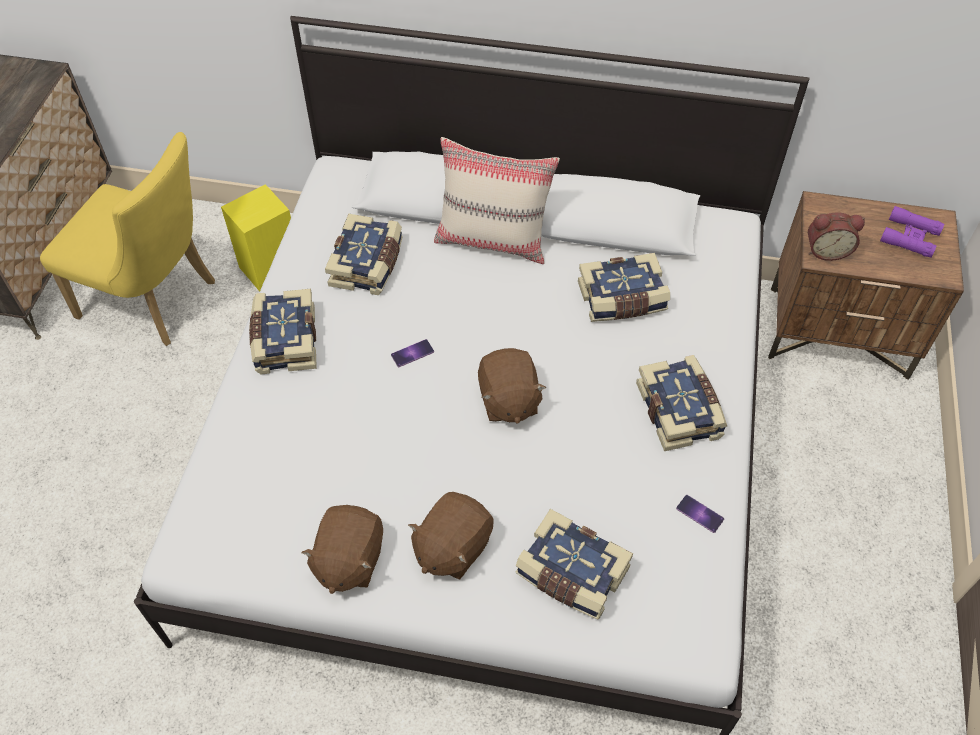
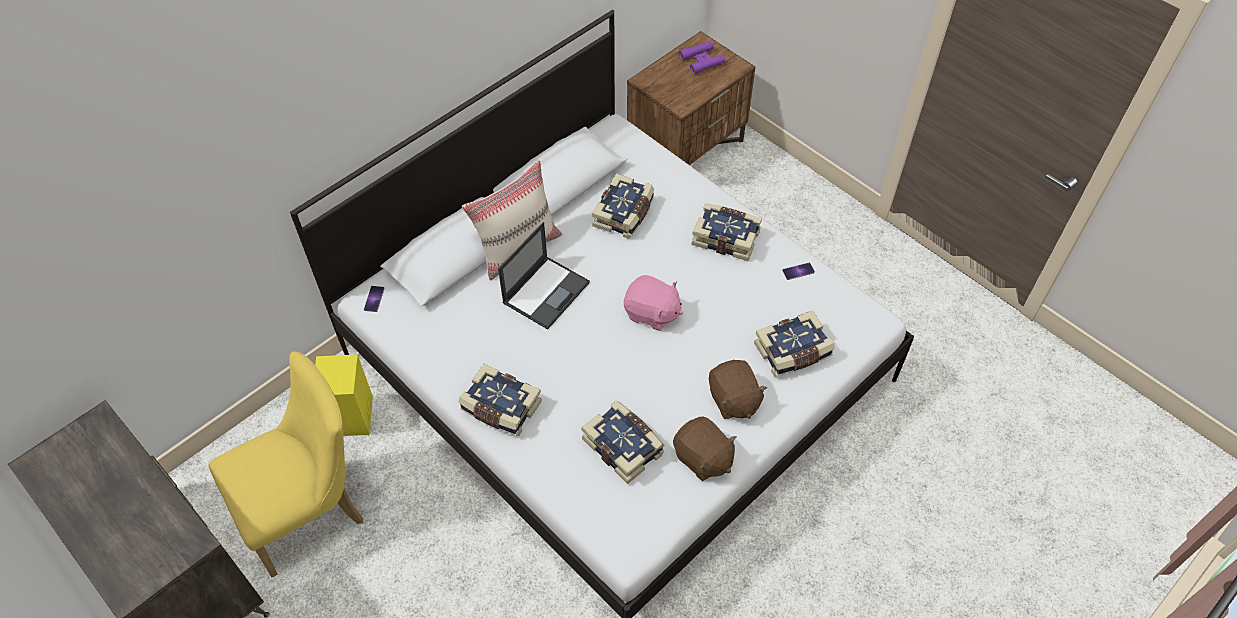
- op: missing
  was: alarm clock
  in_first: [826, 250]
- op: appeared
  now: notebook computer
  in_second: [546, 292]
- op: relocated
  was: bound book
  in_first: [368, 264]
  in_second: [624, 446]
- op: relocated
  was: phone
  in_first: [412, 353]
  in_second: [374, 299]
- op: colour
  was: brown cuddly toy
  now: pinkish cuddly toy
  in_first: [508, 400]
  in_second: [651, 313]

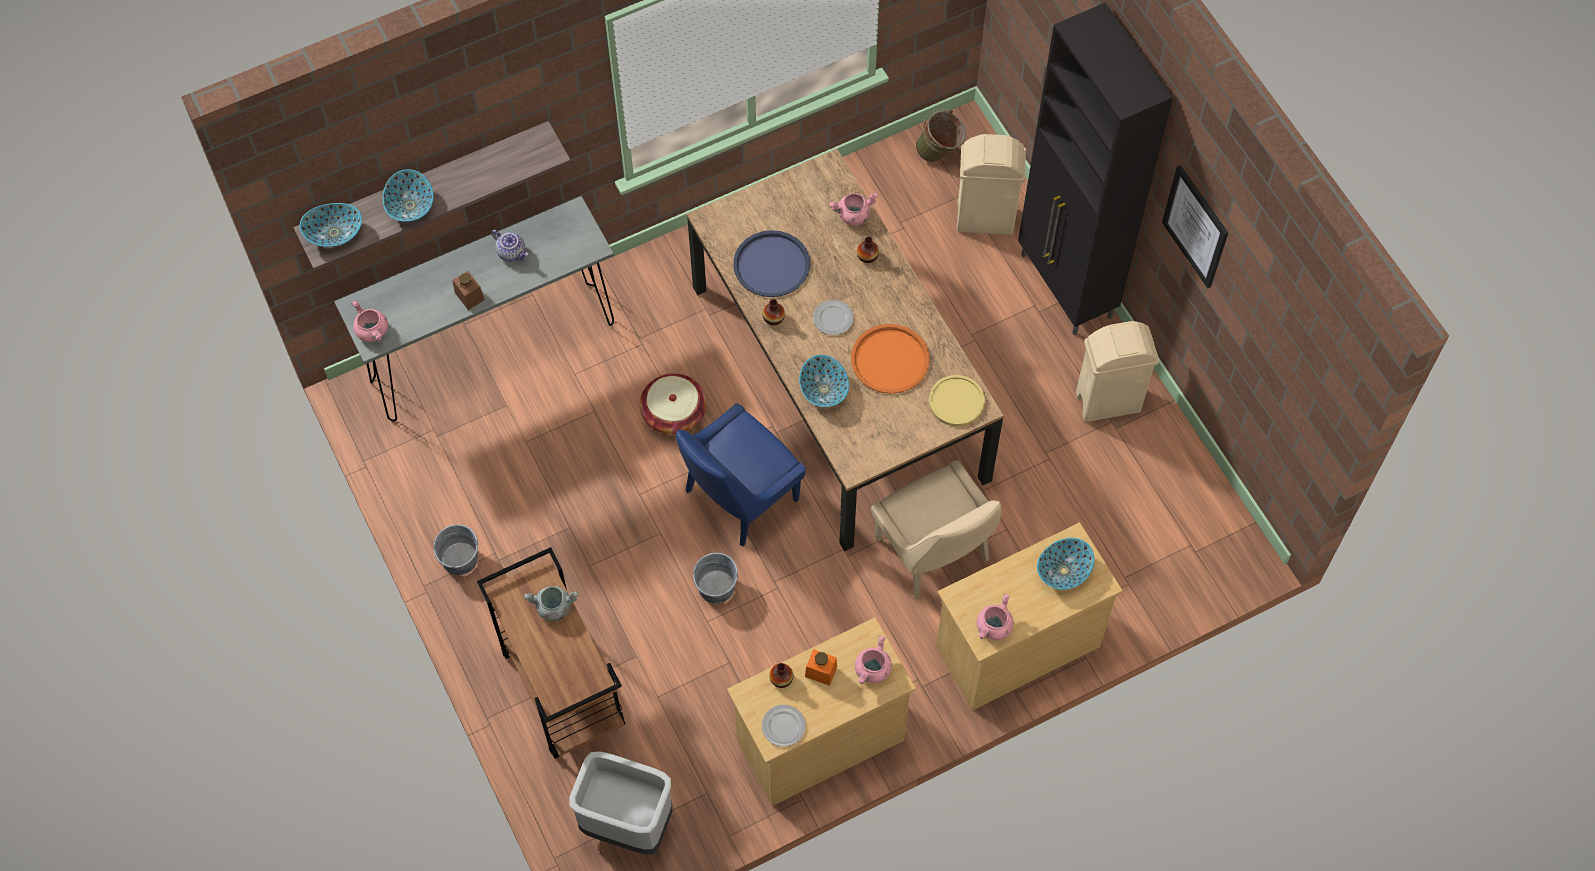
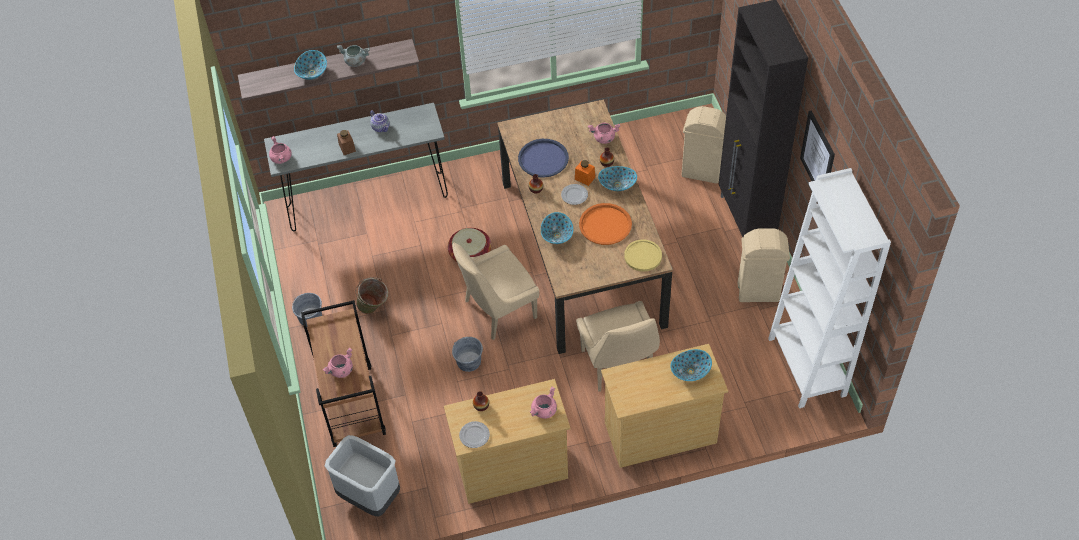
- op: appeared
  now: white-coloured bookcase
  in_second: [806, 367]
- op: relocated
  was: bowl
  in_first: [334, 233]
  in_second: [617, 185]
- op: relocated
  was: greyish saucepot
  in_first: [553, 608]
  in_second: [355, 62]
- op: relocated
  was: orangey preserve jar
  in_first: [821, 672]
  in_second: [585, 178]
- op: relocated
  was: green-coloured water bucket
  in_first: [939, 154]
  in_second: [374, 309]
- op: relocated
  was: pinkish saucepot
  in_first: [994, 627]
  in_second: [341, 370]
- op: colour
  was: blue upright chair
  now: sand-coloured upright chair
  in_first: [738, 498]
  in_second: [497, 310]

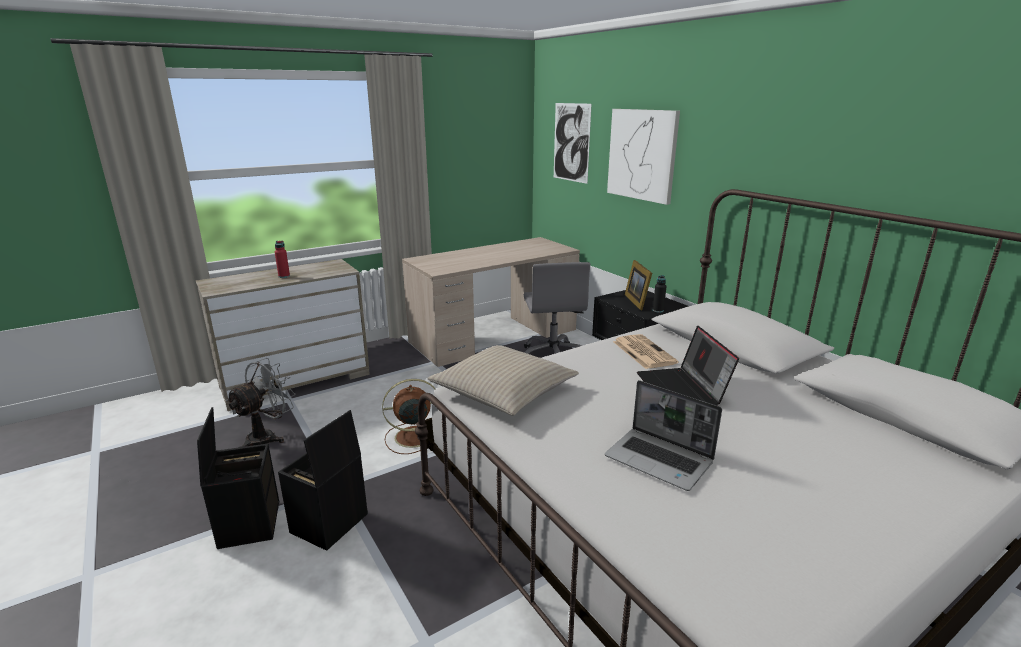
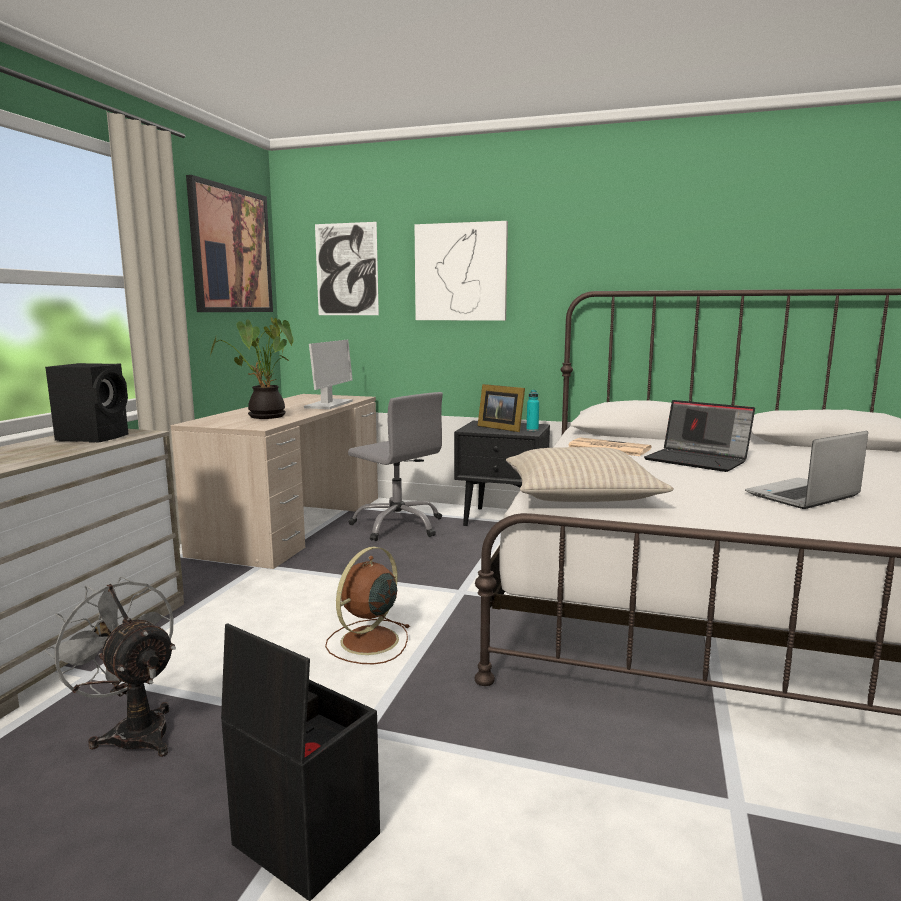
- op: missing
  was: reddish bottle
  in_first: [284, 276]
- op: missing
  was: black-coloured storage bin
  in_first: [329, 524]
- op: appeared
  now: black-coloured speaker
  in_second: [95, 437]
- op: appeared
  now: picture
  in_second: [231, 250]
- op: appeared
  now: potted plant
  in_second: [263, 416]
- op: appeared
  now: monitor
  in_second: [329, 404]
- op: colour
  was: black-coloured bottle
  now: turquoise-coloured bottle
  in_first: [658, 310]
  in_second: [532, 430]
- op: spun
  was: greyish electric fan
  in_first: [267, 437]
  in_second: [133, 730]
  clockwise: -45
- op: spun
  was: notebook computer
  in_first: [660, 460]
  in_second: [802, 496]
  clockwise: 150

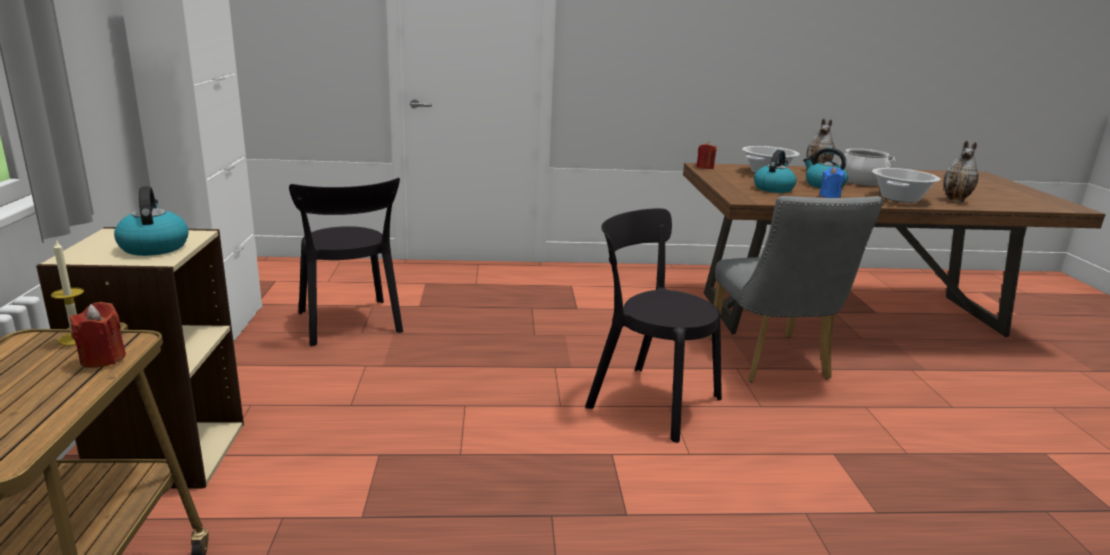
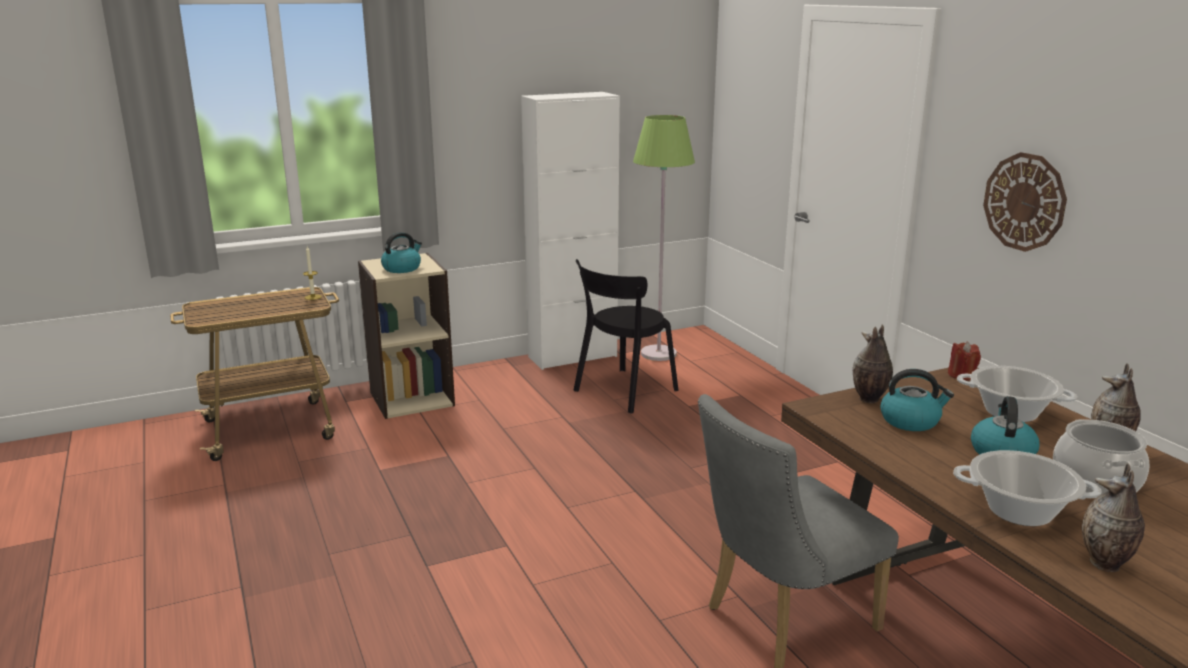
- op: missing
  was: reddish candle
  in_first: [103, 359]
- op: missing
  was: black-coloured upright chair
  in_first: [648, 400]
- op: missing
  was: blue candle
  in_first: [829, 196]
- op: appeared
  now: green-coloured floor lamp
  in_second: [658, 354]
- op: appeared
  now: decorative vase
  in_second: [869, 399]
- op: appeared
  now: hanging clock
  in_second: [1024, 202]

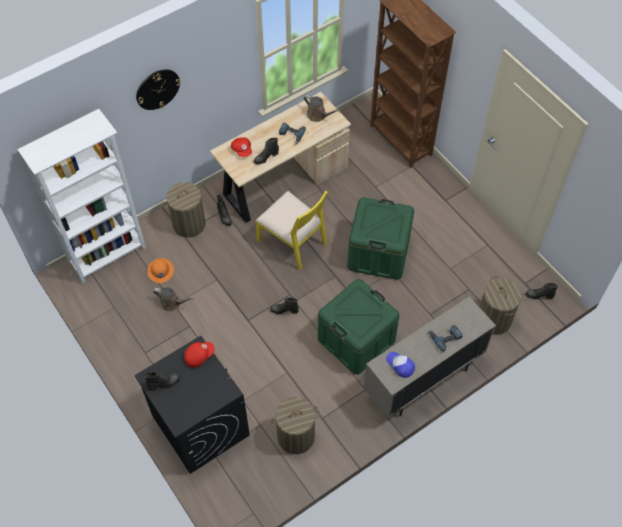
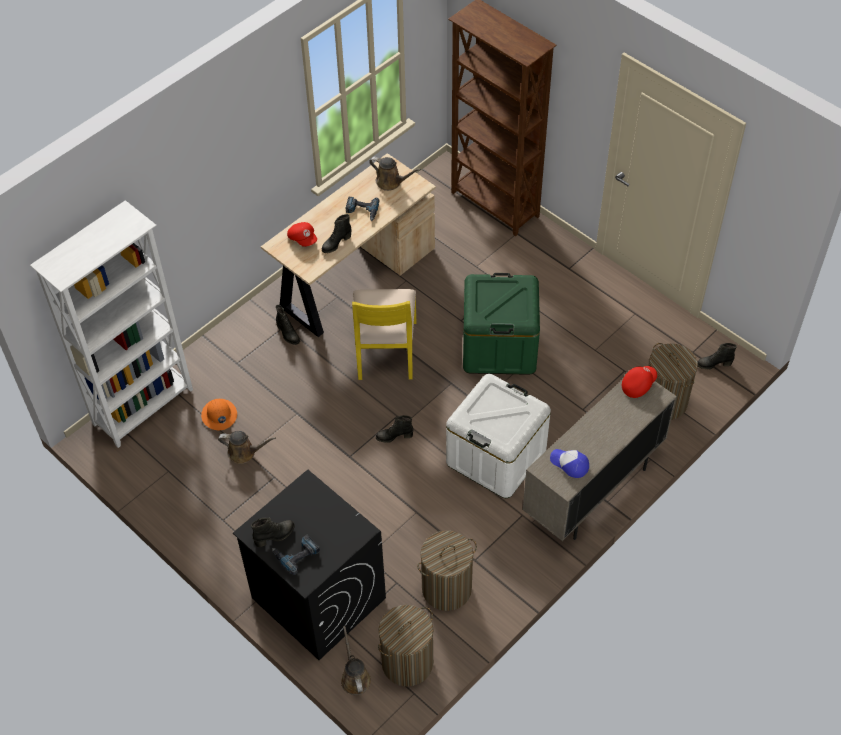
- op: missing
  was: hanging clock
  in_first: [157, 89]
- op: appeared
  now: brown watering can
  in_second: [355, 677]
- op: relocated
  was: hamper
  in_first: [189, 224]
  in_second: [407, 662]
- op: relocated
  was: reddish baseball cap
  in_first: [199, 356]
  in_second: [638, 384]
- op: relocated
  was: power drill
  in_first: [445, 337]
  in_second: [296, 554]
- op: colour
  was: green-coloured storage bin
  now: white-coloured storage bin
  in_first: [356, 339]
  in_second: [496, 456]
- op: spun
  was: yellow upright chair
  in_first: [293, 242]
  in_second: [385, 350]
  clockwise: 60

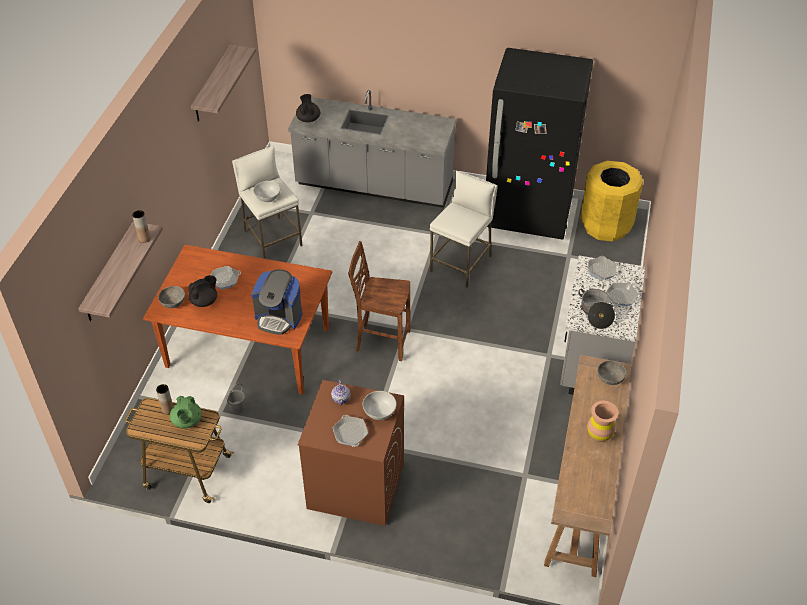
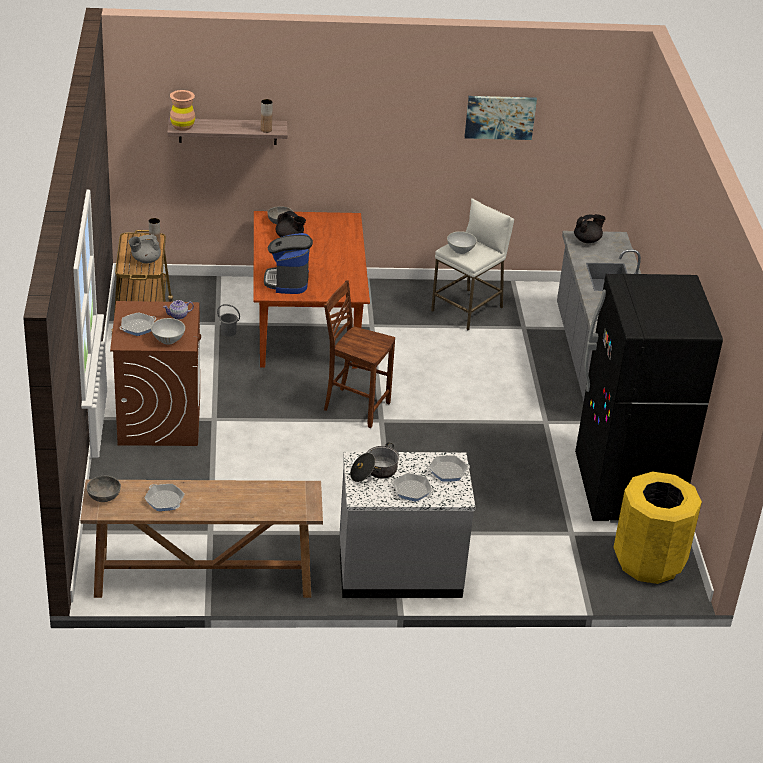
- op: missing
  was: white-coloured sitting stool
  in_first: [461, 264]
- op: relocated
  was: pan
  in_first: [224, 280]
  in_second: [164, 500]
- op: relocated
  was: brown decorative vase
  in_first: [599, 434]
  in_second: [182, 126]
- op: relocated
  was: greyish bowl
  in_first: [610, 378]
  in_second: [103, 496]
- op: exchanged
  was: shelf
  now: picture
  in_first: [212, 84]
  in_second: [500, 117]
- op: colour
  was: green-coloured pot for tea
  now: greyish pot for tea
  in_first: [187, 421]
  in_second: [145, 260]
- op: spun
  was: brown upright chair
  in_first: [381, 341]
  in_second: [355, 406]
  clockwise: -60

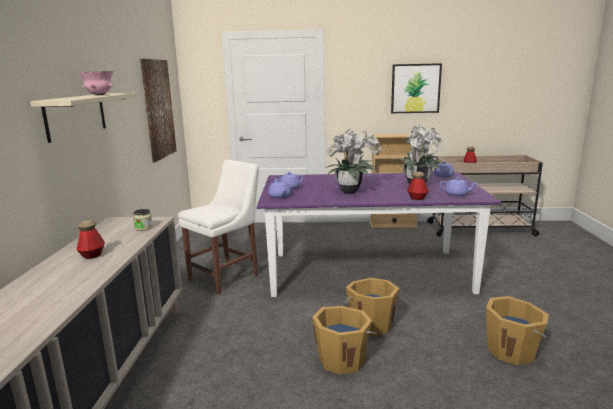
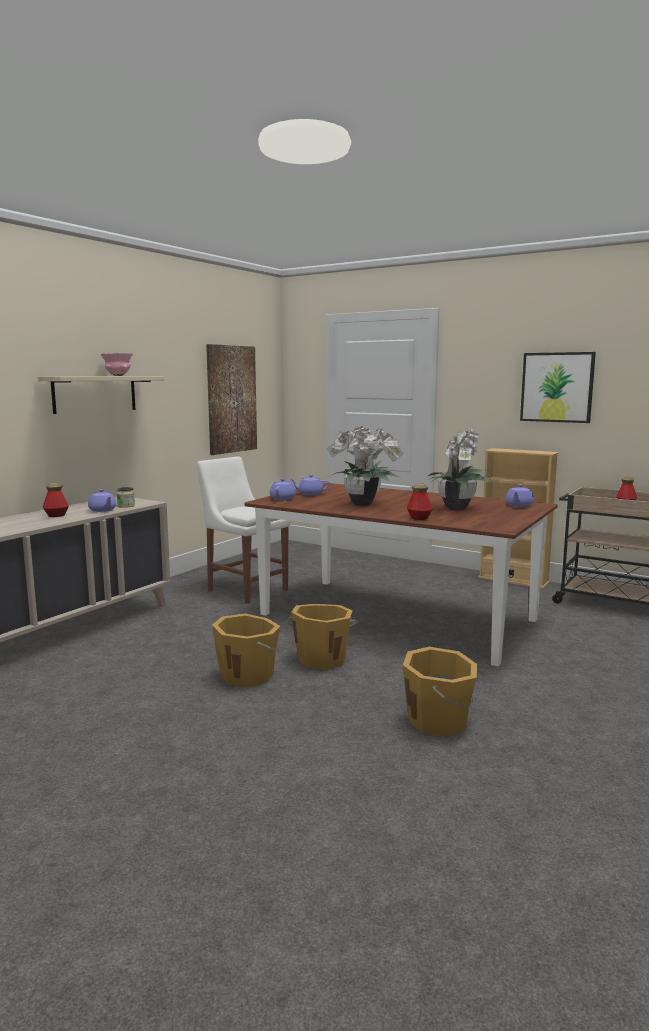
- op: relocated
  was: purple-coloured pot for tea
  in_first: [457, 194]
  in_second: [103, 510]
- op: colour
  was: purple-coloured dinner table
  now: brown dinner table
  in_first: [368, 272]
  in_second: [397, 617]
- op: spun
  was: white-coloured upright chair
  in_first: [226, 276]
  in_second: [245, 589]
  clockwise: -120

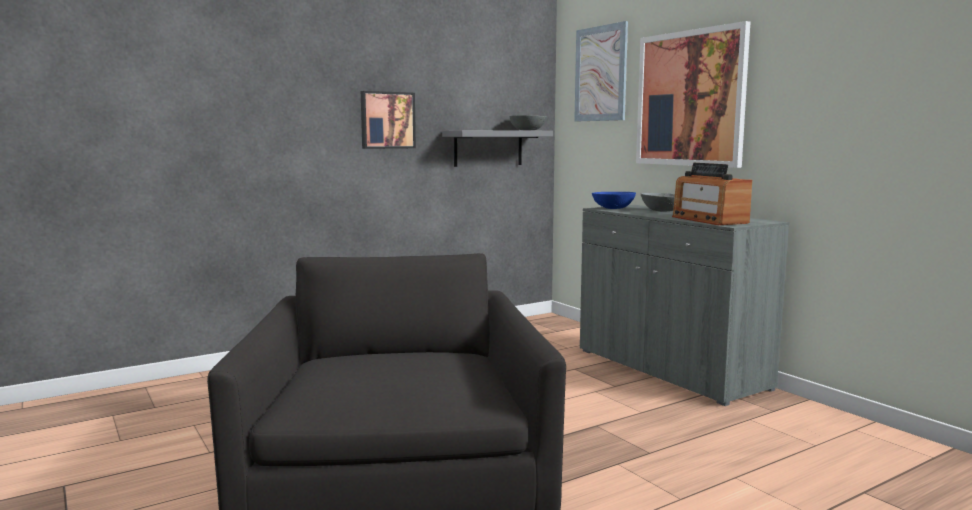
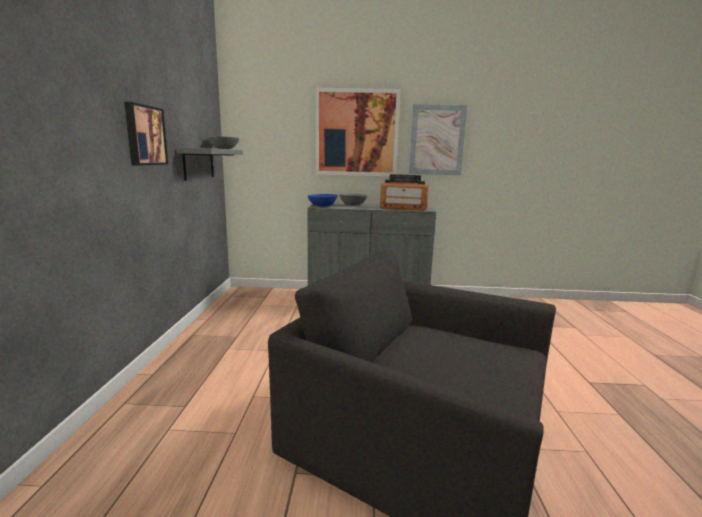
- op: relocated
  was: picture
  in_first: [600, 74]
  in_second: [437, 140]

